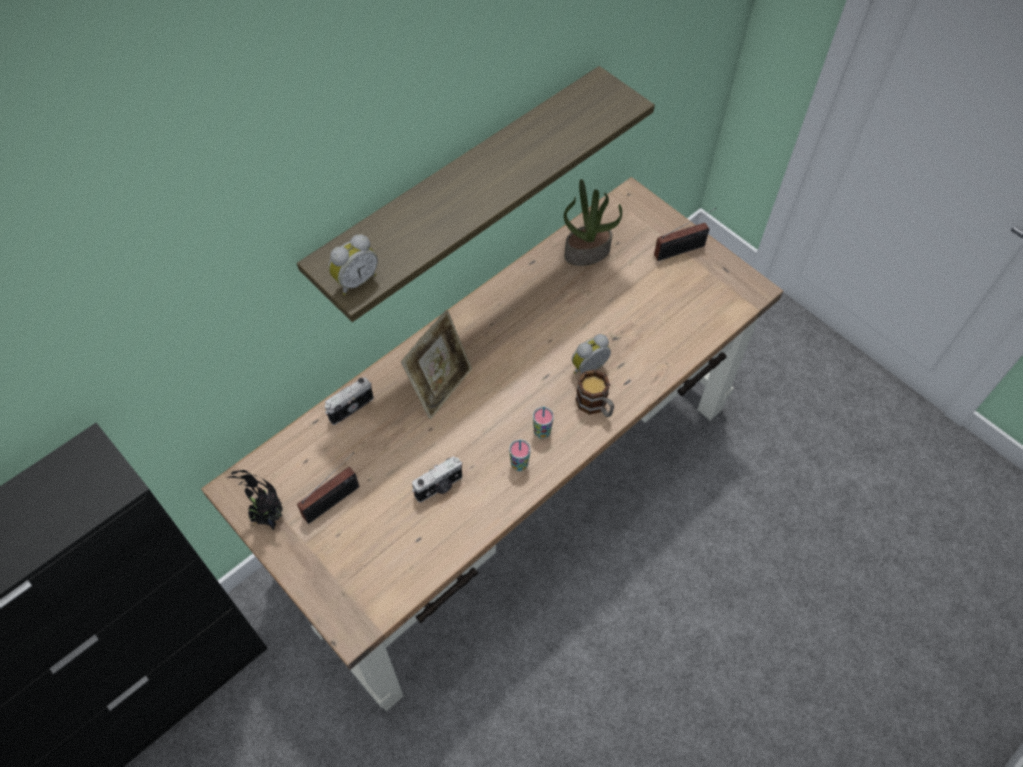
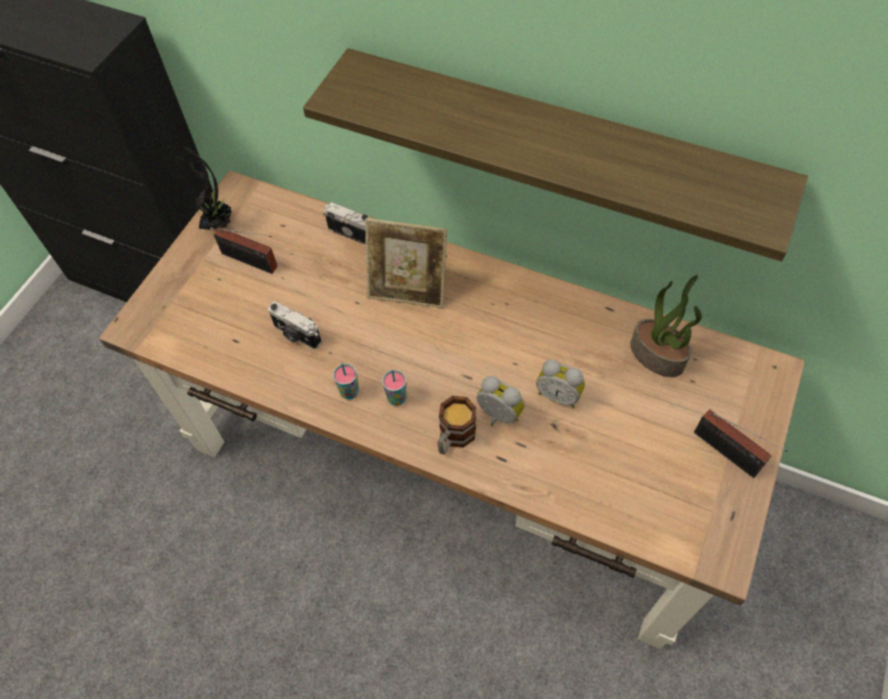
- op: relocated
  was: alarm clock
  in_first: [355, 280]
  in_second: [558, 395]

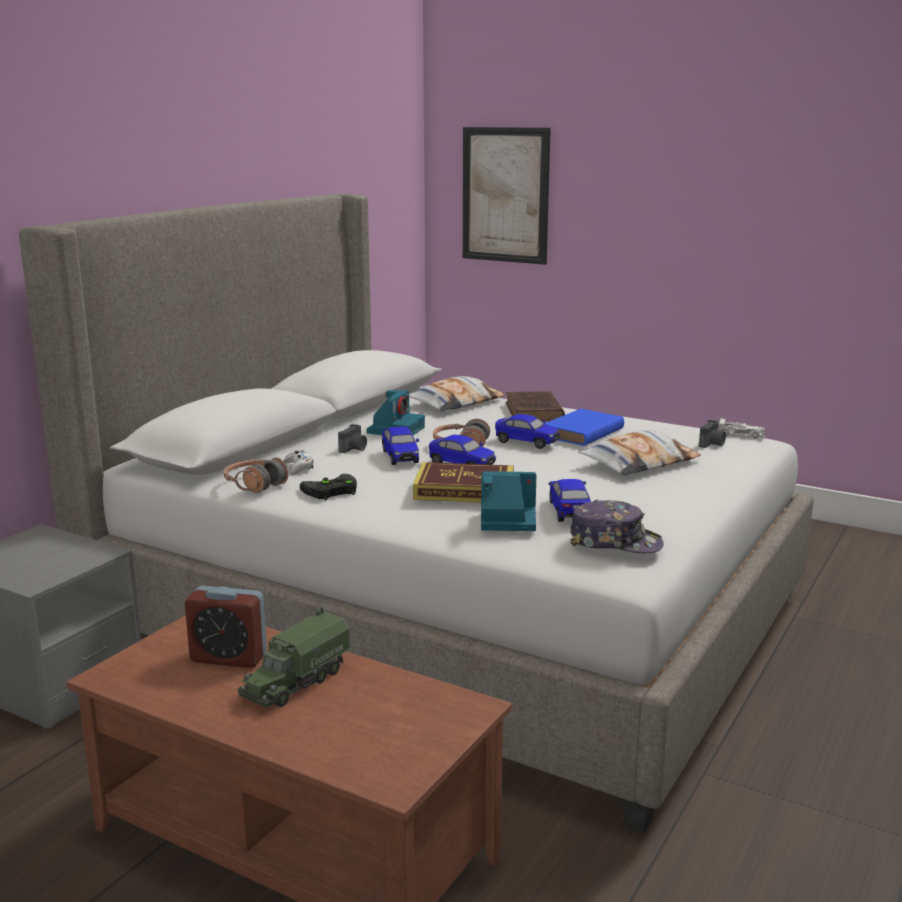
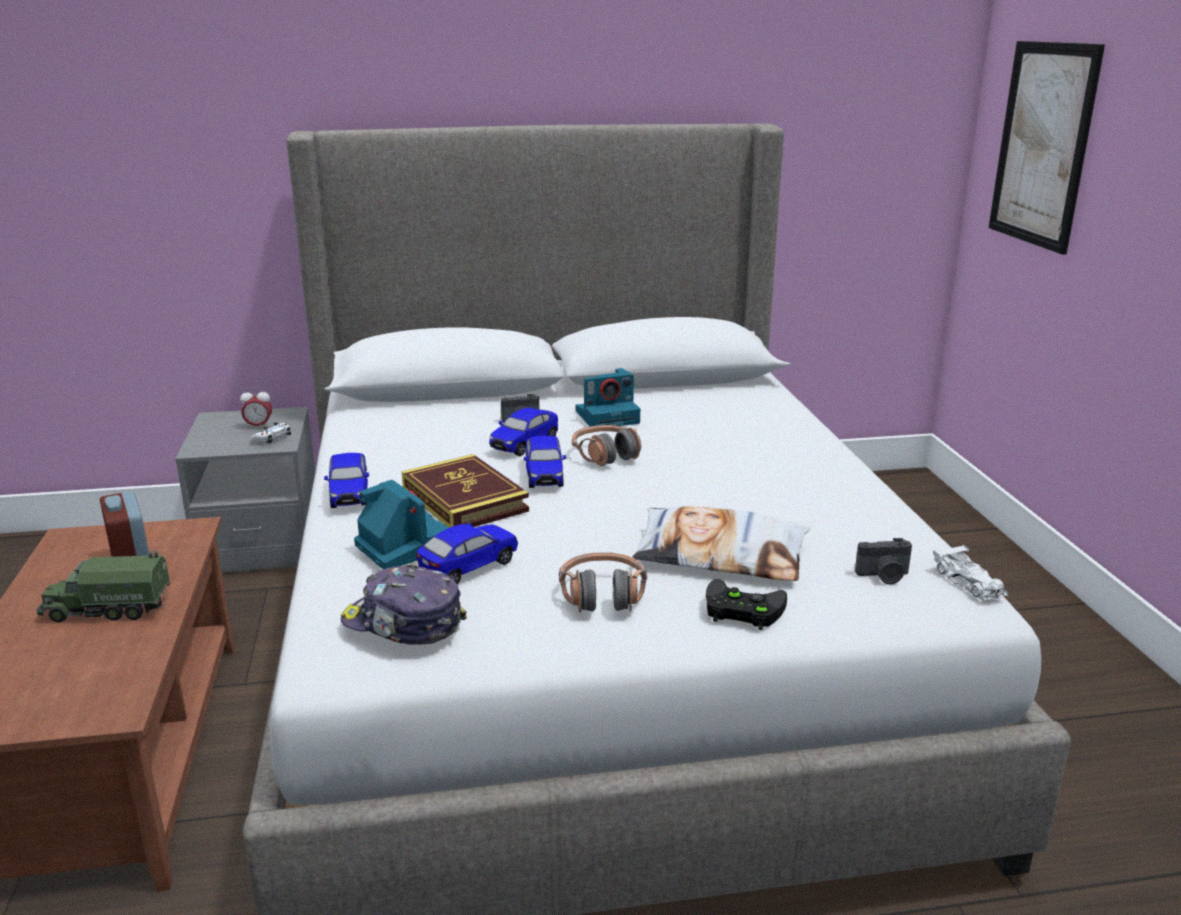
- op: missing
  was: cushion
  in_first: [455, 403]
- op: missing
  was: brown bound book
  in_first: [534, 412]
- op: missing
  was: blue bound book
  in_first: [581, 433]
- op: appeared
  now: alarm clock
  in_second: [258, 426]
- op: relocated
  was: headphones
  in_first: [256, 484]
  in_second: [603, 596]
- op: relocated
  was: white-coloured game controller
  in_first: [298, 467]
  in_second: [272, 439]
- op: relocated
  was: black-coloured game controller
  in_first: [329, 491]
  in_second: [740, 609]
- op: relocated
  was: miniature car
  in_first: [526, 442]
  in_second: [349, 494]
- op: spun
  was: baseball cap
  in_first: [615, 542]
  in_second: [403, 623]
  clockwise: 135

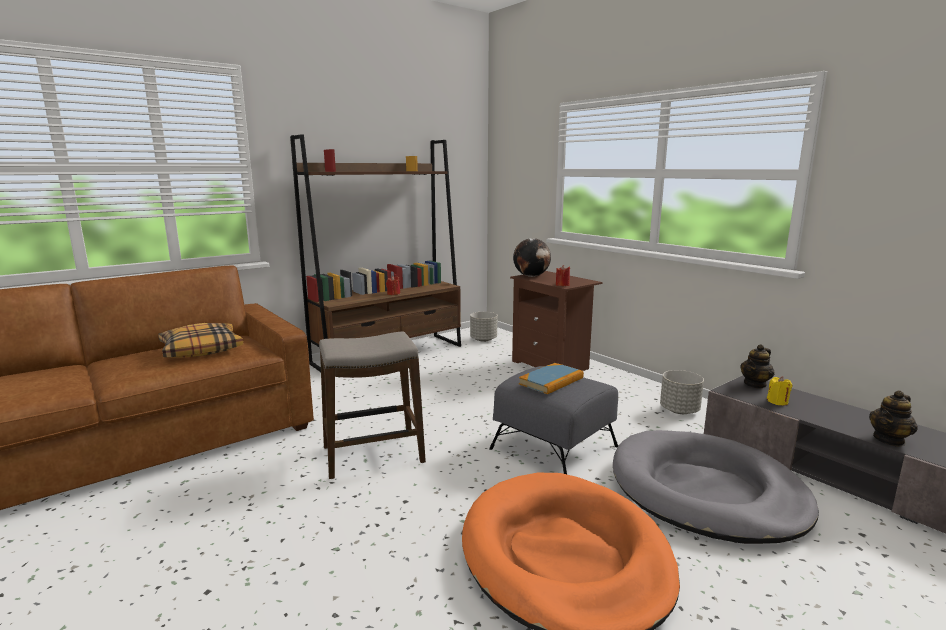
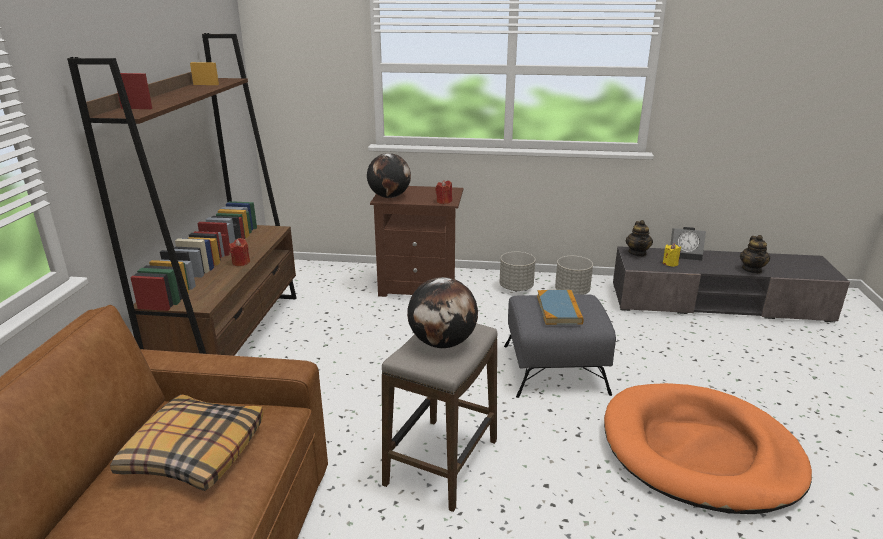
- op: missing
  was: greyish dog bed
  in_first: [706, 491]
- op: appeared
  now: world globe
  in_second: [443, 343]
- op: appeared
  now: alarm clock
  in_second: [686, 254]
- op: relocated
  was: greyish planter
  in_first: [483, 339]
  in_second: [516, 287]

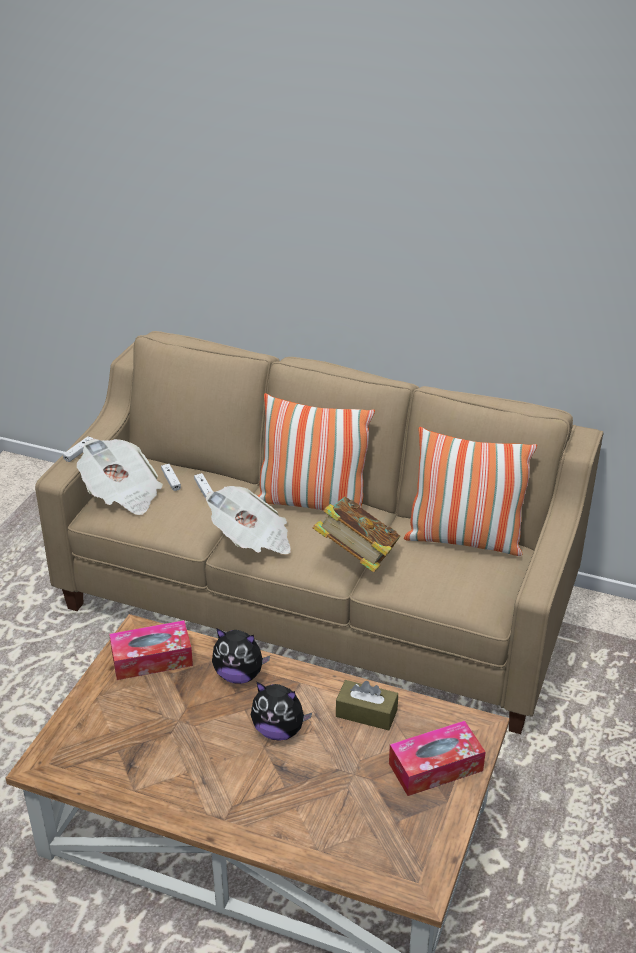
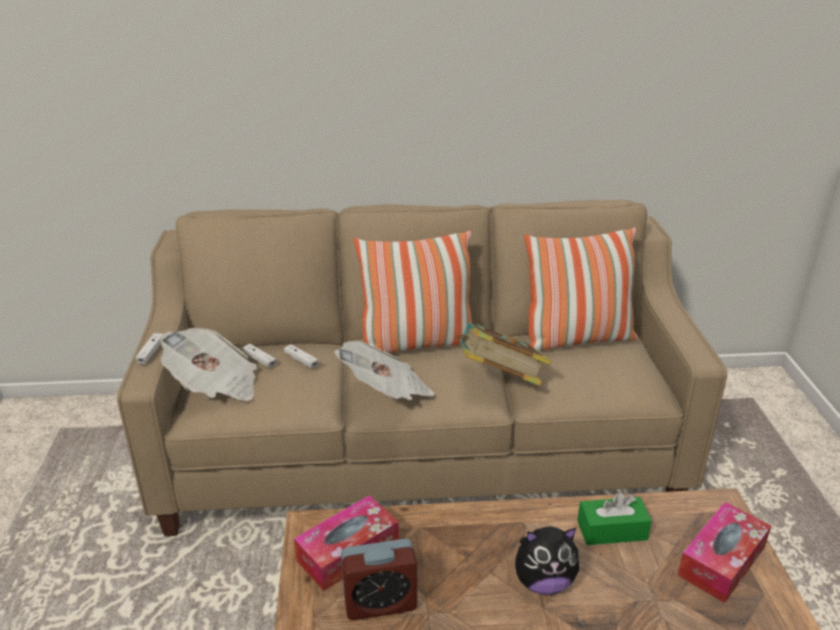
- op: missing
  was: cuddly toy
  in_first: [239, 675]
- op: appeared
  now: alarm clock
  in_second: [380, 603]
- op: colour
  was: brown tissue holder
  now: green-coloured tissue holder
  in_first: [366, 713]
  in_second: [612, 530]

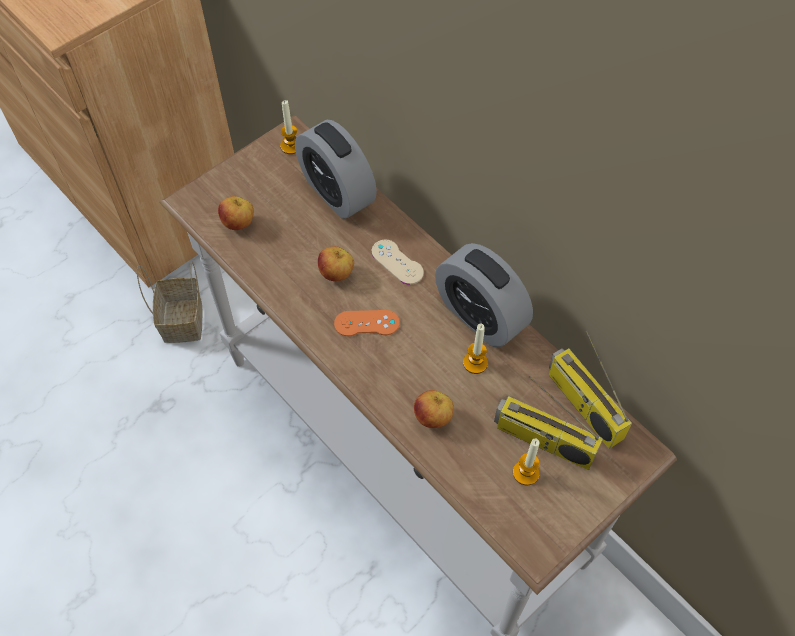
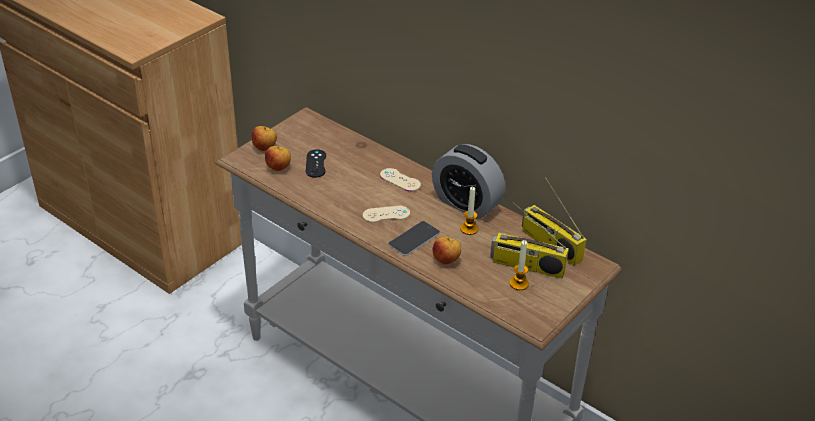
- op: missing
  was: household basket
  in_first: [184, 322]
- op: missing
  was: candle
  in_first: [291, 146]
- op: missing
  was: alarm clock
  in_first: [337, 192]
- op: appeared
  now: black-coloured game controller
  in_second: [316, 163]
- op: appeared
  now: phone
  in_second: [414, 238]
- op: relocated
  was: apple
  in_first: [337, 274]
  in_second: [265, 148]
- op: colour
  was: orangey game controller
  now: sand-coloured game controller
  in_first: [367, 323]
  in_second: [386, 214]

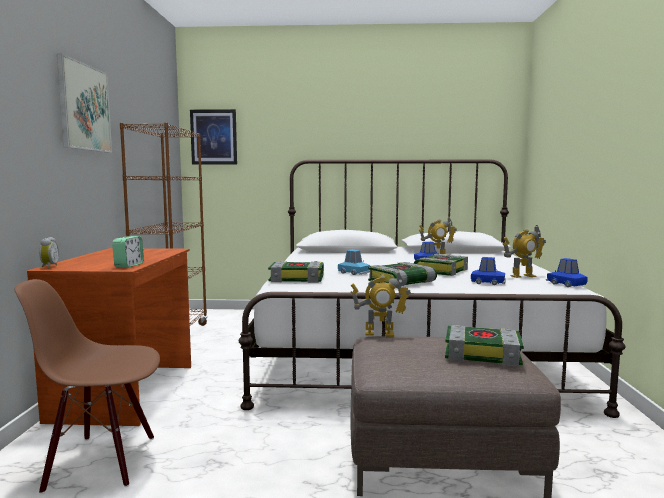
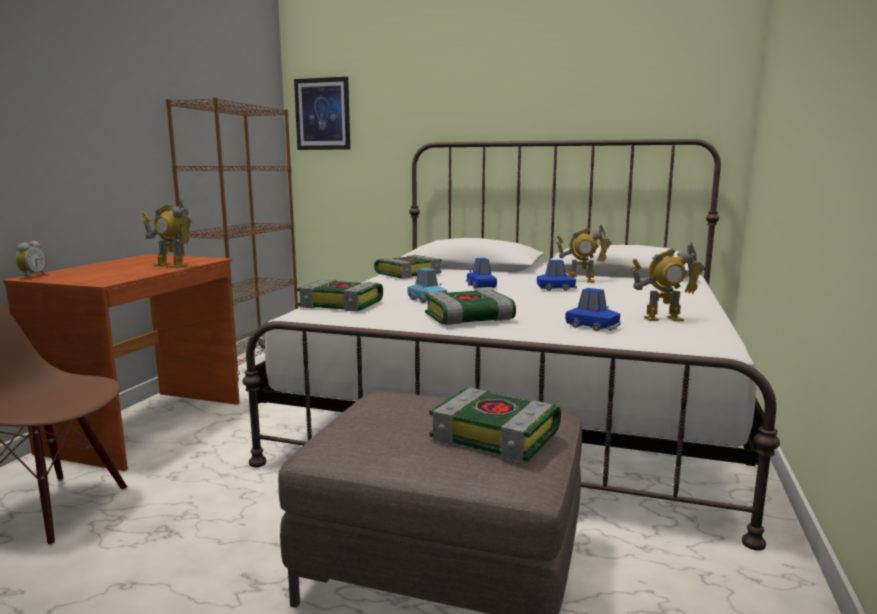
- op: missing
  was: picture
  in_first: [84, 107]
- op: missing
  was: alarm clock
  in_first: [129, 265]
- op: relocated
  was: toy robot
  in_first: [379, 334]
  in_second: [171, 265]
- op: relocated
  was: bound book
  in_first: [440, 271]
  in_second: [408, 274]
- op: relocated
  was: blue miniature car
  in_first: [565, 284]
  in_second: [481, 286]

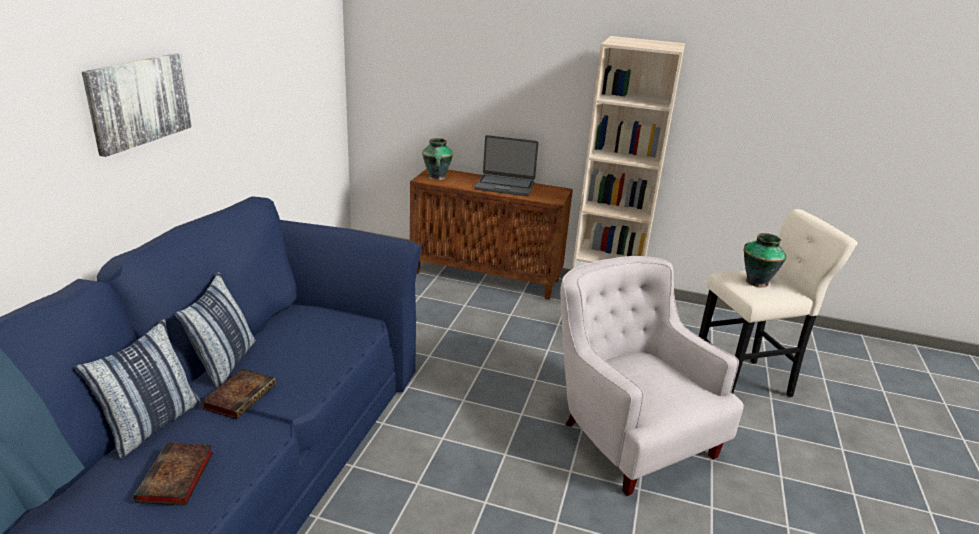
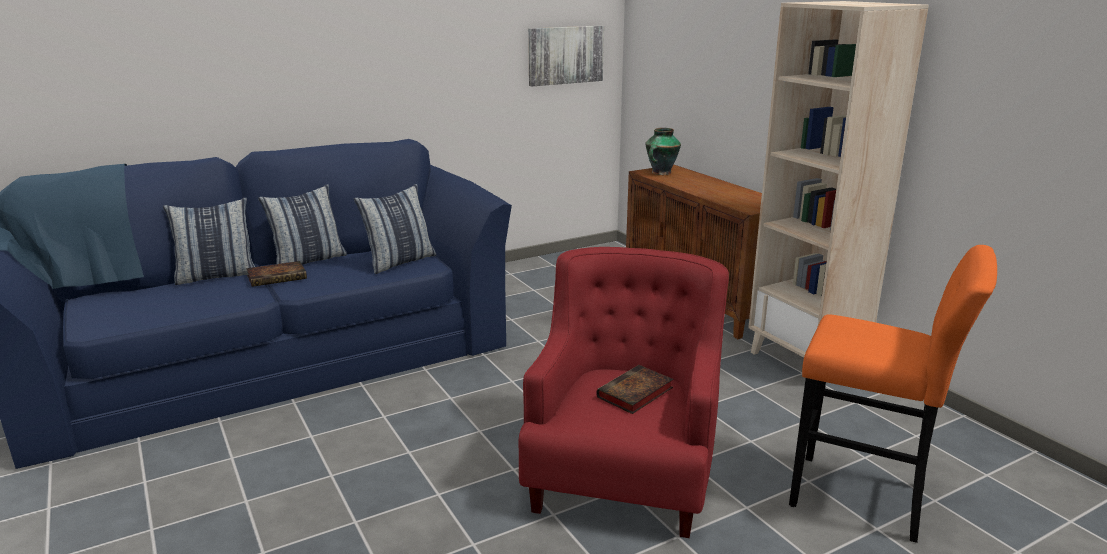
- op: missing
  was: notebook computer
  in_first: [505, 186]
- op: missing
  was: decorative vase
  in_first: [756, 281]
- op: appeared
  now: cushion
  in_second: [399, 262]
- op: relocated
  was: picture
  in_first: [139, 101]
  in_second: [565, 55]
- op: relocated
  was: bound book
  in_first: [176, 478]
  in_second: [634, 394]
- op: colour
  was: white-coloured easy chair
  now: reddish easy chair
  in_first: [628, 433]
  in_second: [624, 471]
- op: colour
  was: sand-coloured sitting stool
  now: orangey sitting stool
  in_first: [745, 382]
  in_second: [866, 499]

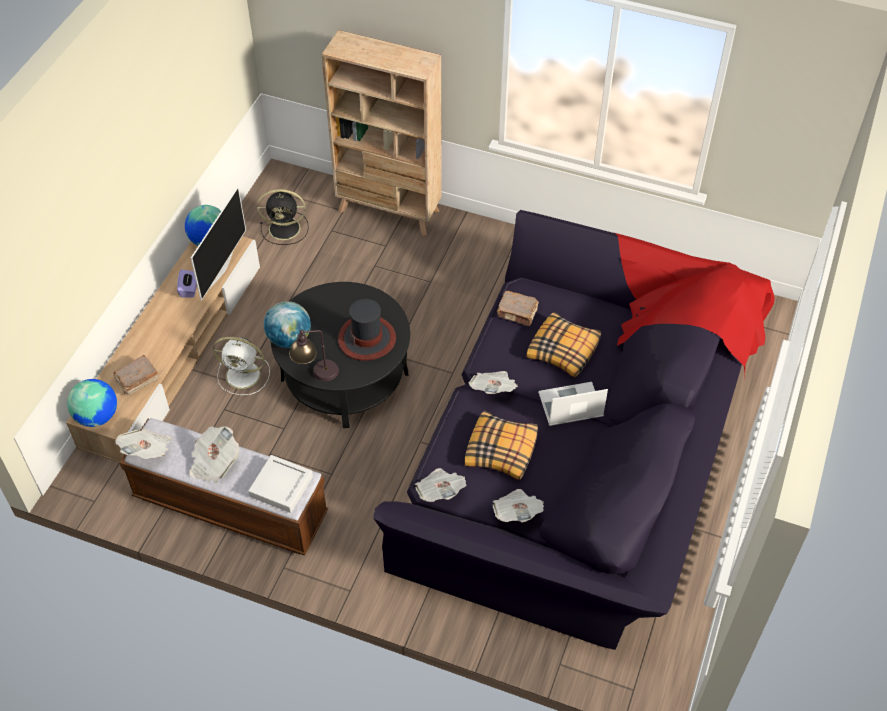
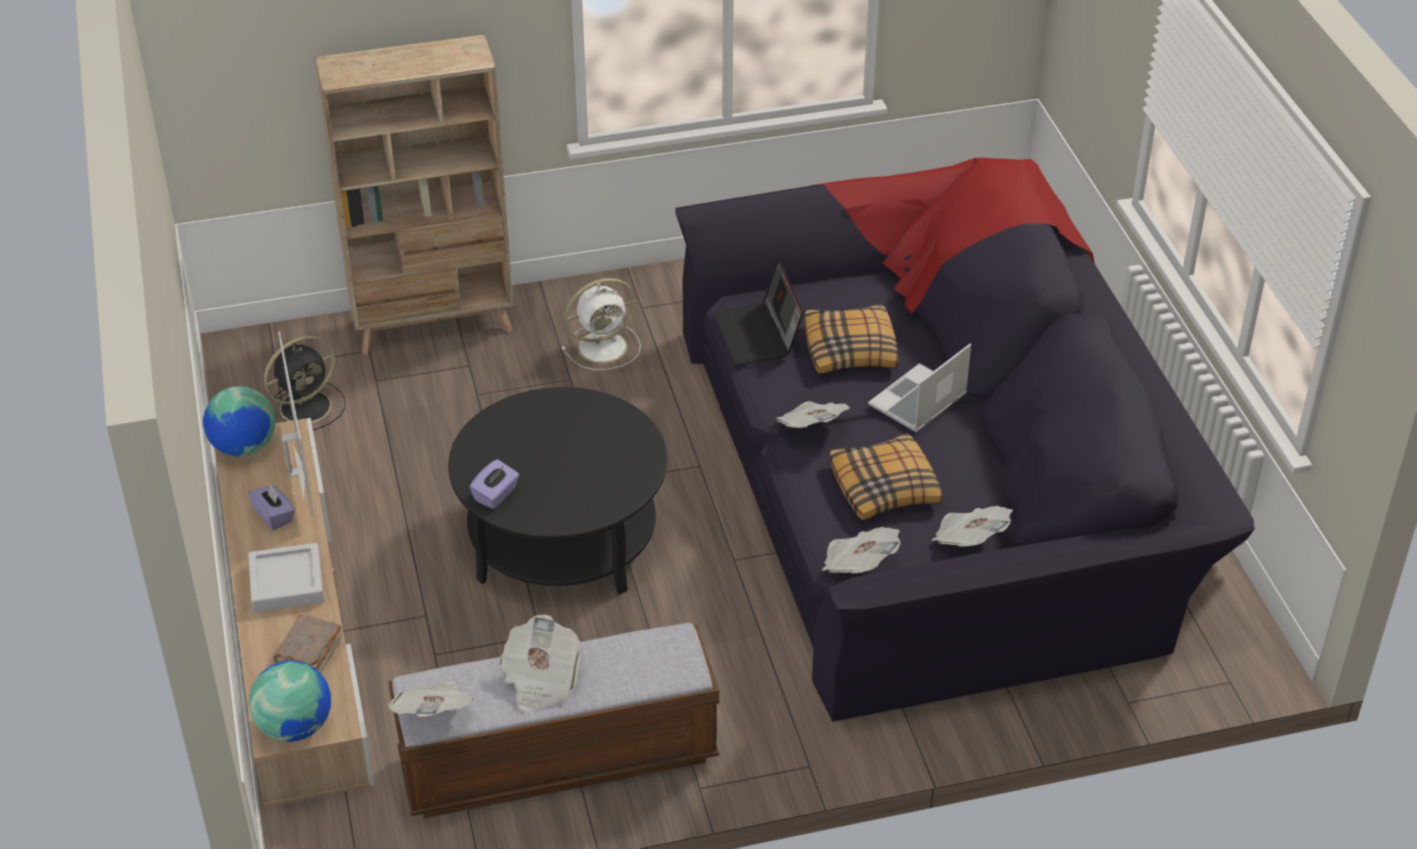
- op: missing
  was: lamp for a table
  in_first: [316, 374]
- op: missing
  was: clothing hat
  in_first: [367, 338]
- op: relocated
  was: white-coloured electric fan
  in_first: [244, 375]
  in_second: [604, 346]
- op: relocated
  was: greyish tray
  in_first: [281, 486]
  in_second: [287, 583]
- op: exchanged
  was: world globe
  now: purple-coloured tissue holder
  in_first: [289, 339]
  in_second: [496, 495]
- op: exchanged
  was: brown bound book
  now: notebook computer
  in_first: [517, 313]
  in_second: [758, 335]

